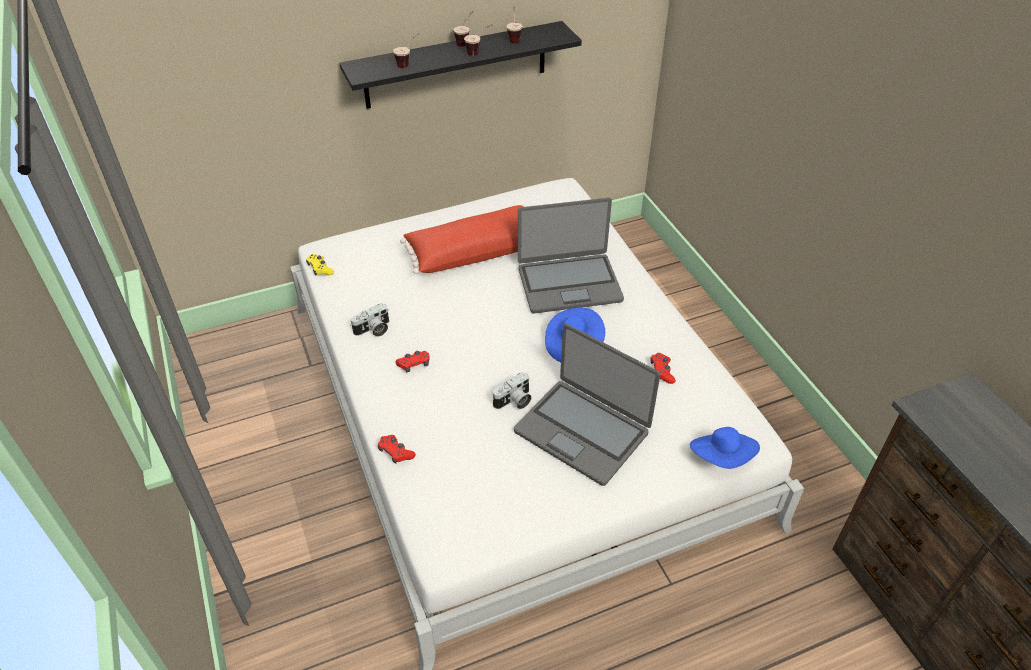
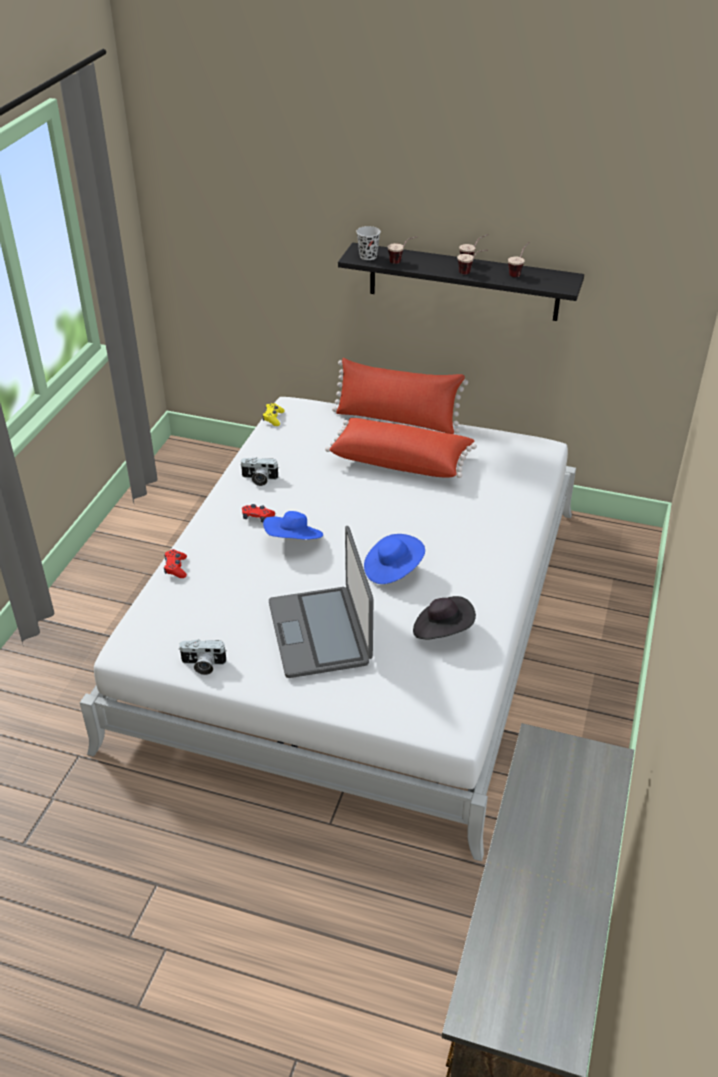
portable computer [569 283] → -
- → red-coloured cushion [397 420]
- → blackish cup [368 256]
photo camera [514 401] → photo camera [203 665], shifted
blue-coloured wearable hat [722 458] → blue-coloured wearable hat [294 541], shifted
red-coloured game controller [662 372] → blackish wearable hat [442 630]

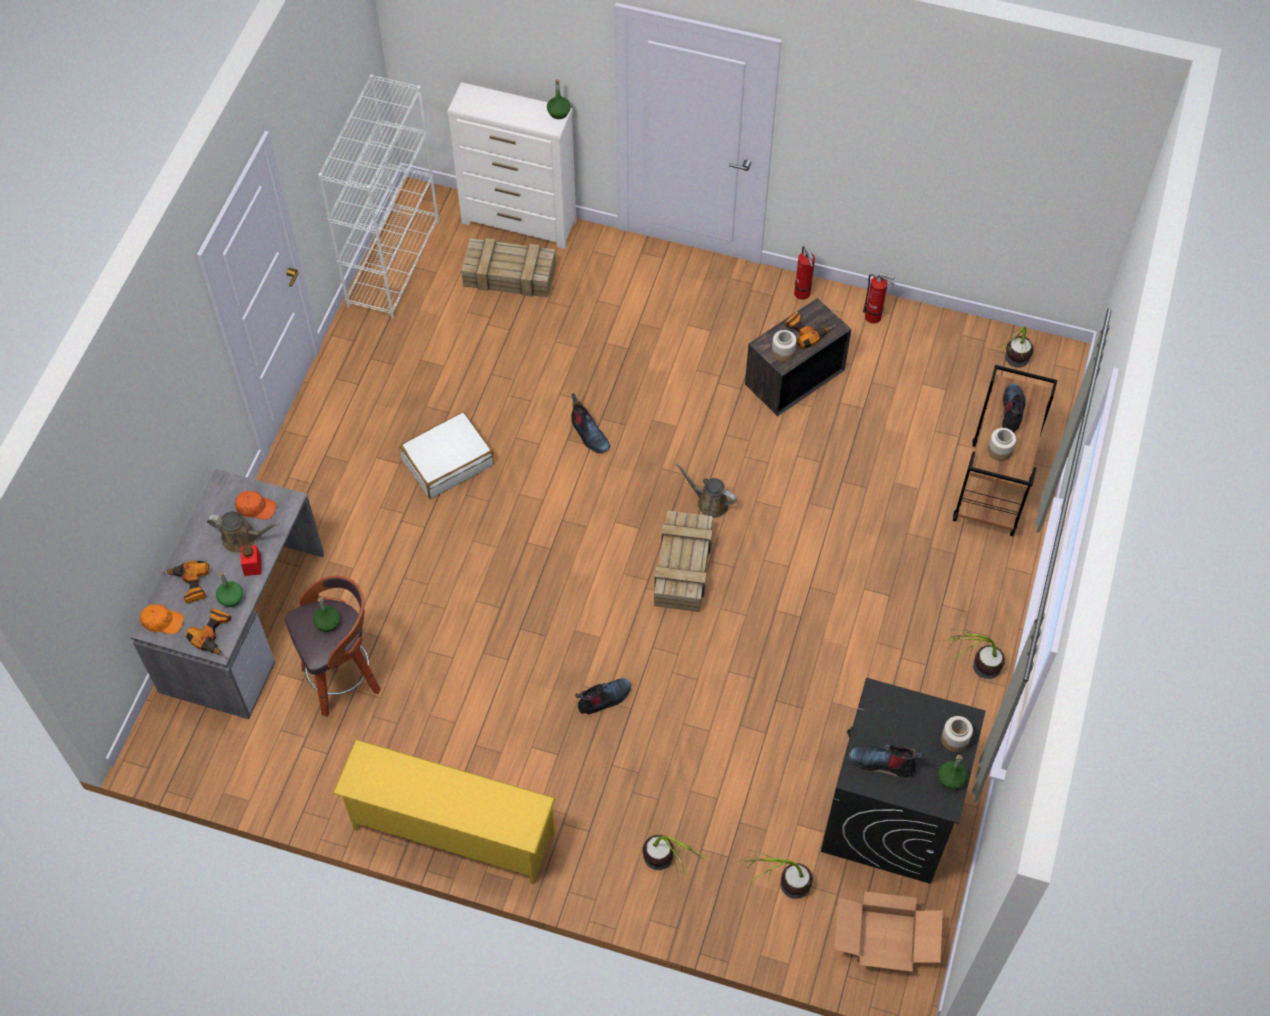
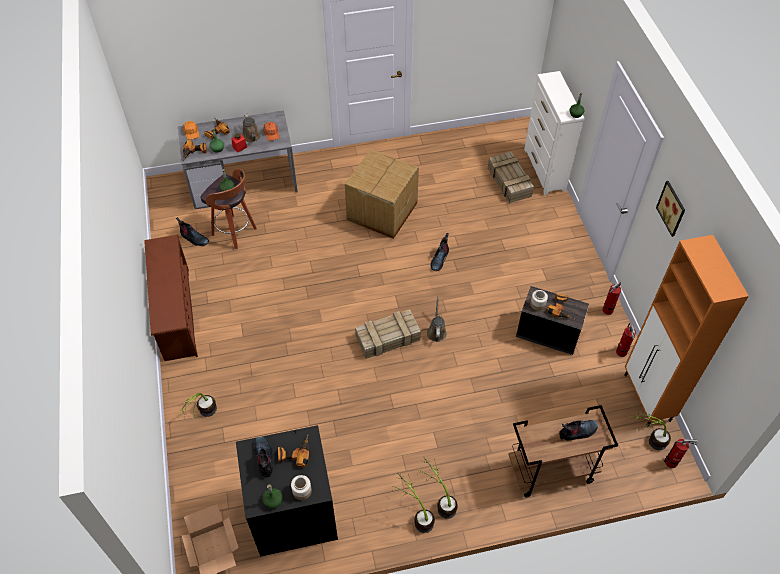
whitish bookshelf [393 262] → -
preserve jar [999 450] → -
- → drill [294 453]
- → orange-coloured storage cabinet [647 398]
- → wall picture [672 208]
- → fire extinguisher [673 462]
boot [604 699] → boot [194 238], shifted
plant in a pot [777 887] → plant in a pot [439 500], shifted
whitish piece of luggage [447 462] → packing box [381 211]
yellow shoe rack [451 832] → brown shoe rack [176 313]

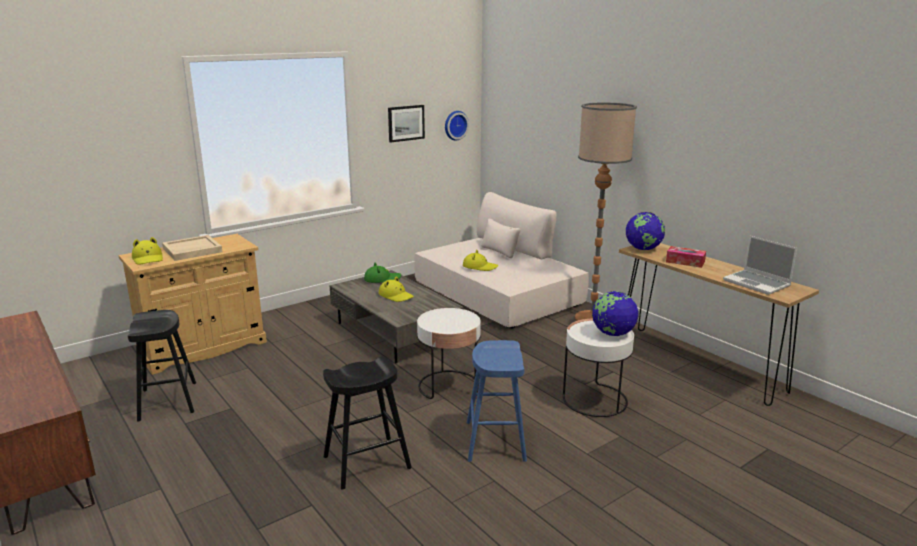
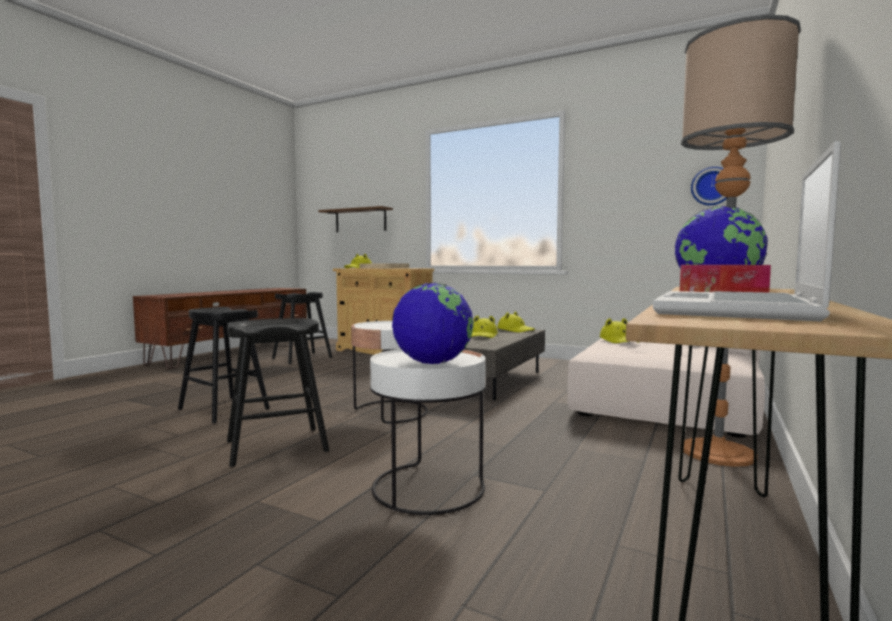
wall picture [406 123] → -
- → brown bracket shelf [360 220]
green-coloured wearable hat [382 279] → yellow wearable hat [515 330]
blue-coloured stool seat [495 441] → blackish stool seat [276 446]

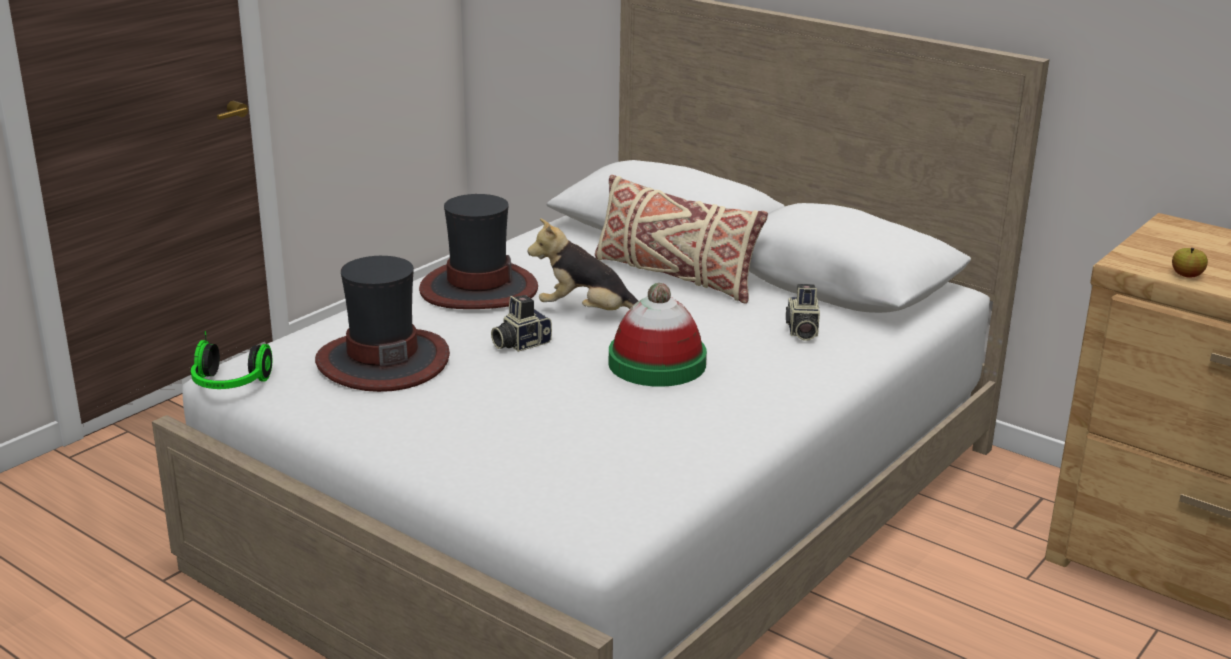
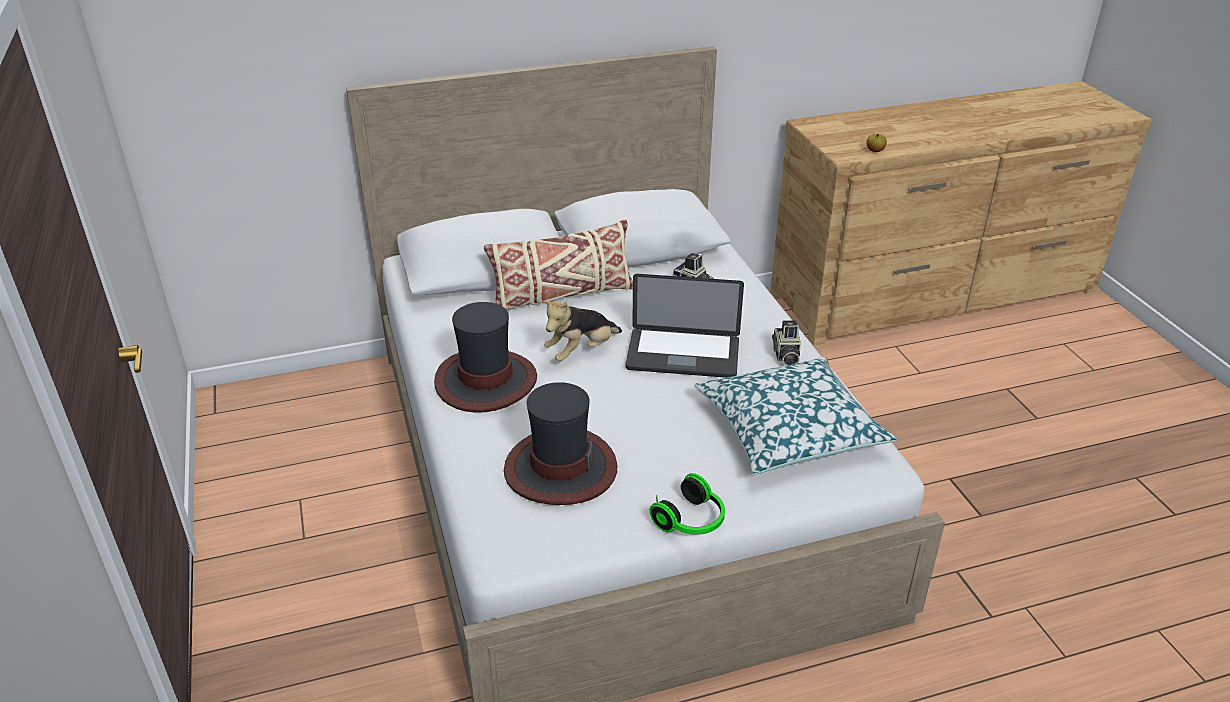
- → cushion [789 429]
pair of headphones [229 385] → pair of headphones [692 521], shifted
photo camera [520 343] → photo camera [785 356], shifted
wearable hat [657 363] → portable computer [683 355]

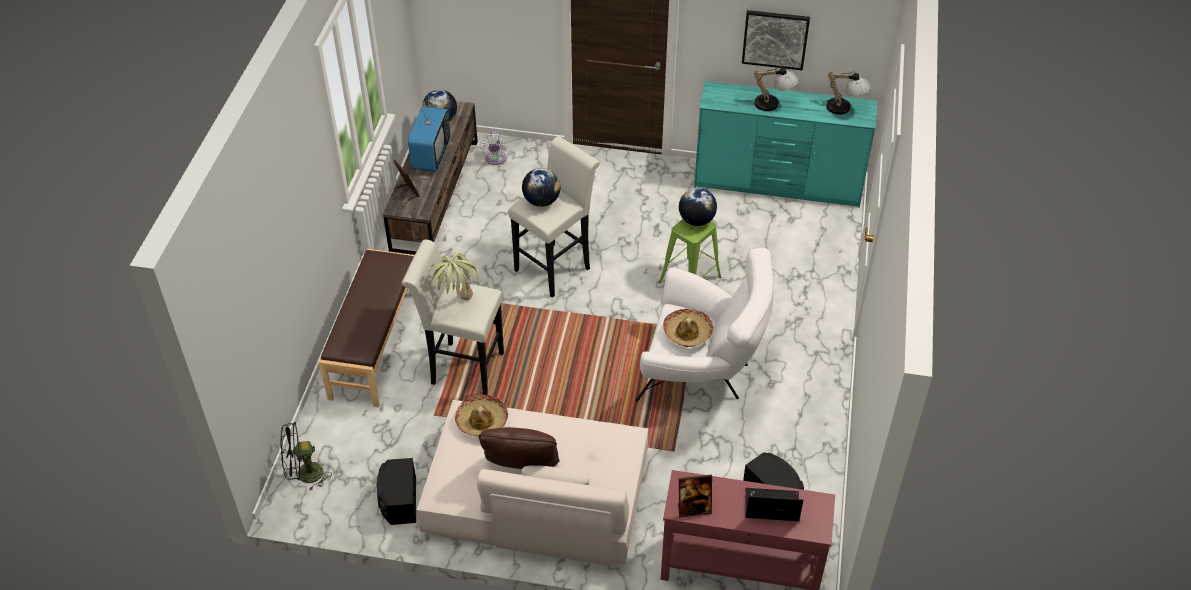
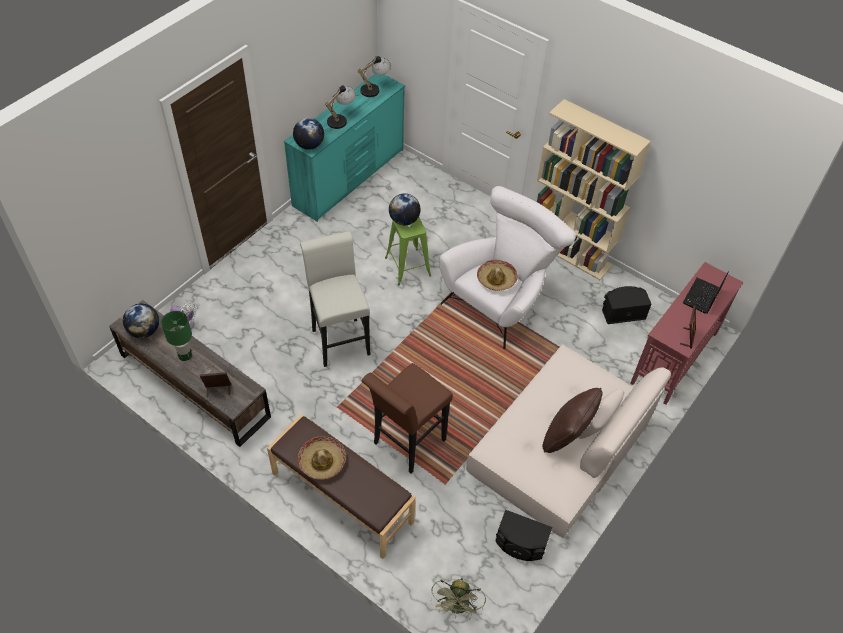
plant in a pot [457 307] → -
wall picture [775 39] → -
- → beige bookshelf [569 252]
wearable hat [482 420] → wearable hat [322 461], shifted
desk globe [541 201] → desk globe [309 145], shifted
TV [431 155] → green-coloured table lamp [184 355]
blackish fan [304 475] → green-coloured fan [457 608]
whitish stool seat [461 367] → brown stool seat [406 445]

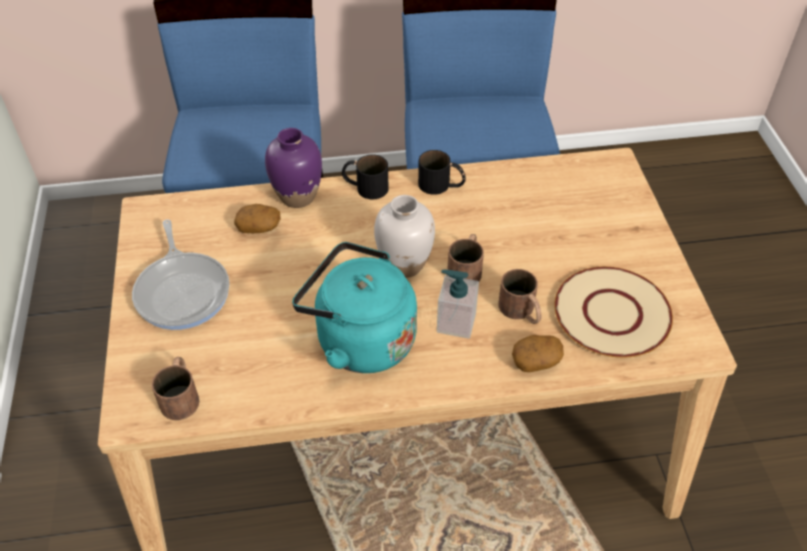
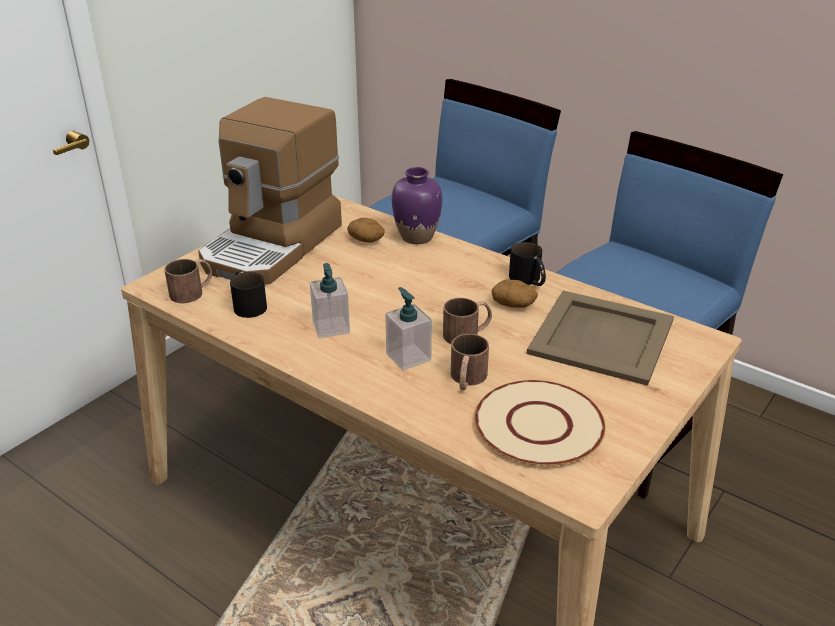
whitish decorative vase [404 264] → -
- → beige carrying tray [601 336]
blackish tea mug [365 187] → blackish tea mug [247 304], shifted
potato [536 360] → potato [514 304], shifted
pan [183 291] → coffee machine [273 246]
turquoise tea kettle [360 340] → soap bottle [331 327]

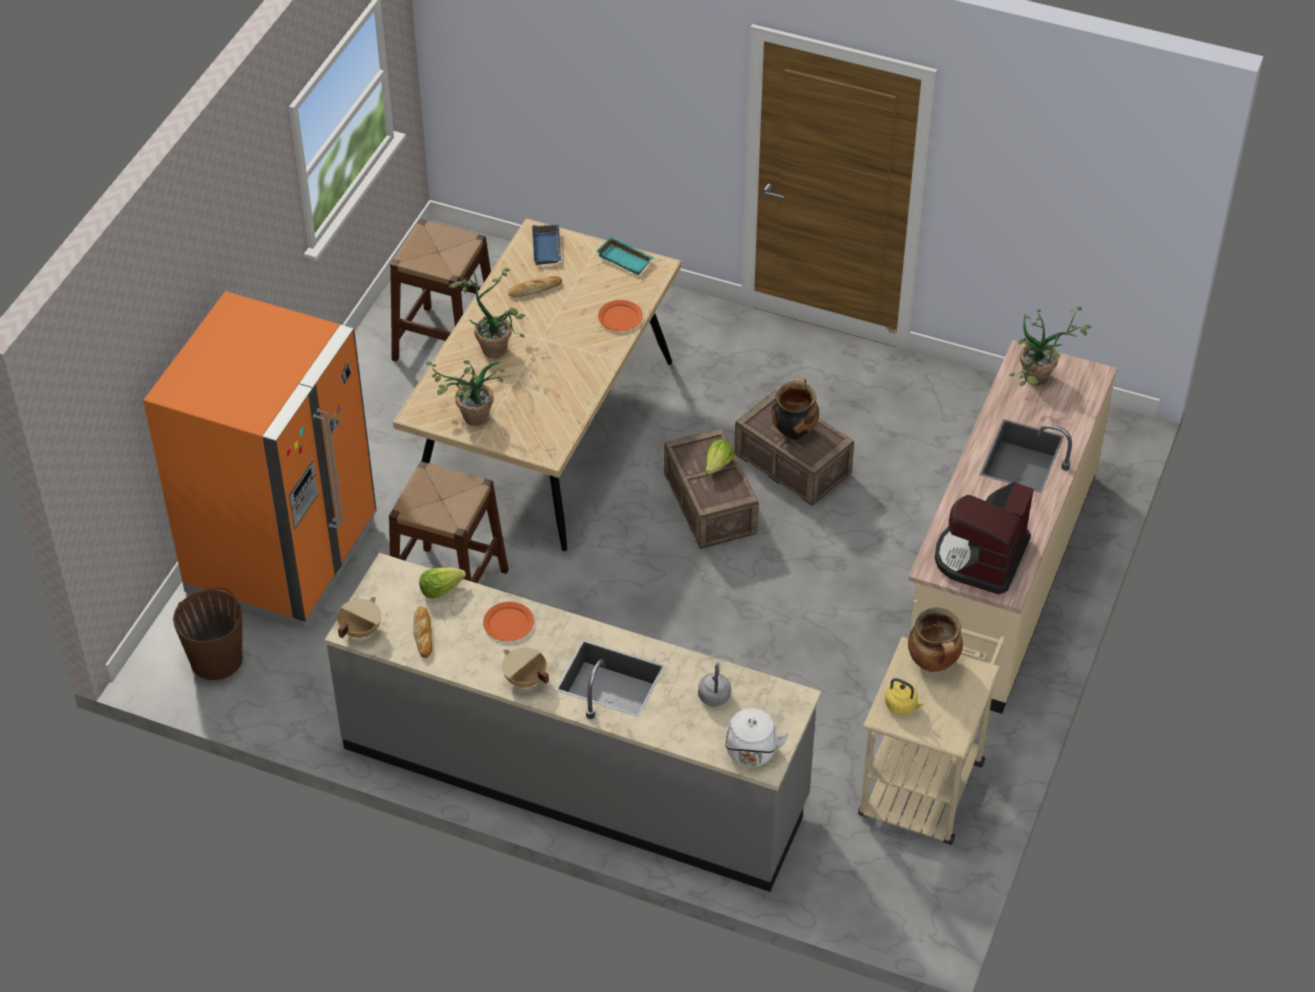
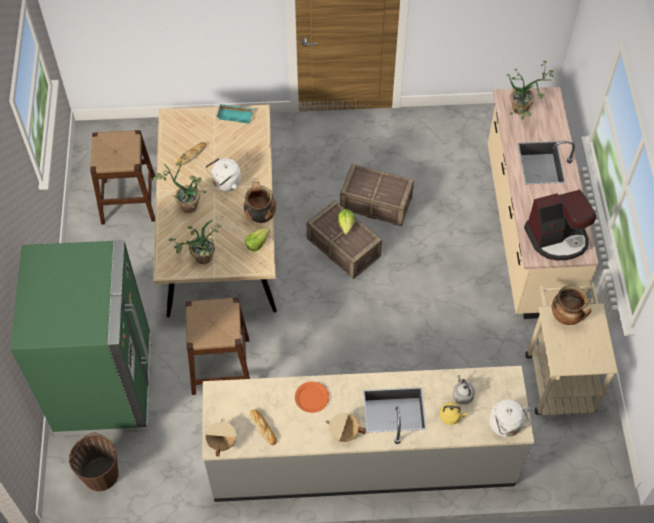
blue-coloured carrying tray [548 248] → -
orange-coloured plate [620 317] → -
- → whitish tea kettle [225 183]
lettuce head [440 588] → lettuce head [257 243], shifted
saucepot [794 430] → saucepot [260 215], shifted
yellow tea kettle [902 706] → yellow tea kettle [451 416], shifted
orange-coloured refrigerator [282 556] → green-coloured refrigerator [104 385]
coffee machine [981 557] → coffee machine [557 238], 105 degrees counterclockwise

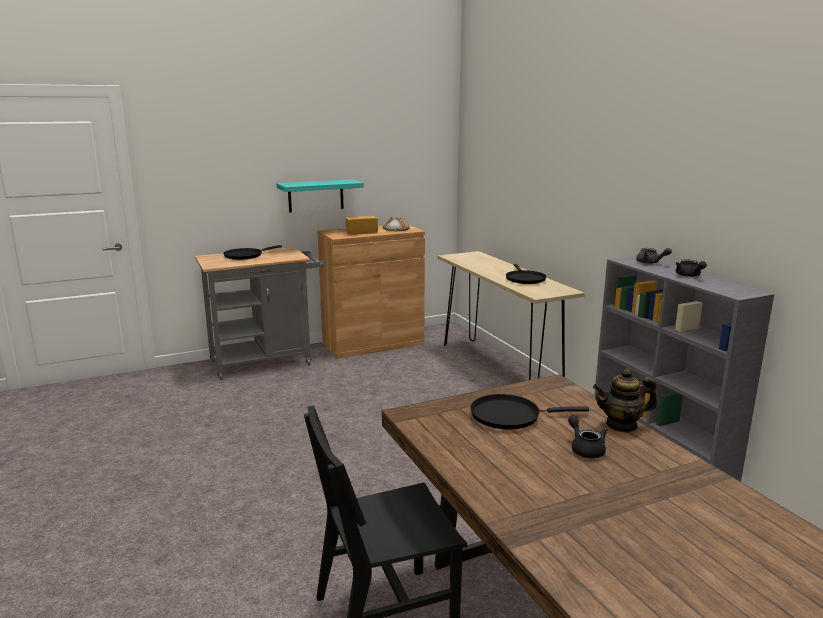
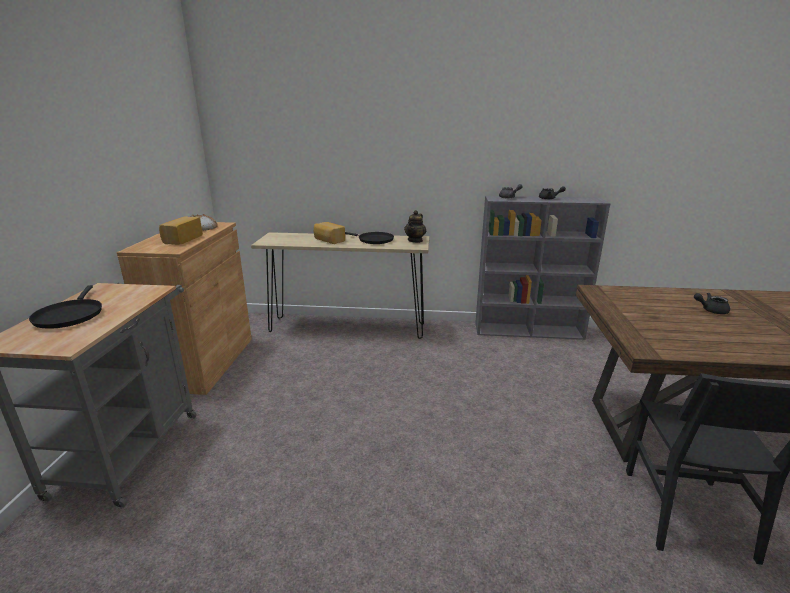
turquoise bracket shelf [316 195] → -
blackish pan [510 416] → -
- → bread [328 240]
teapot [622 425] → teapot [415 240], shifted

